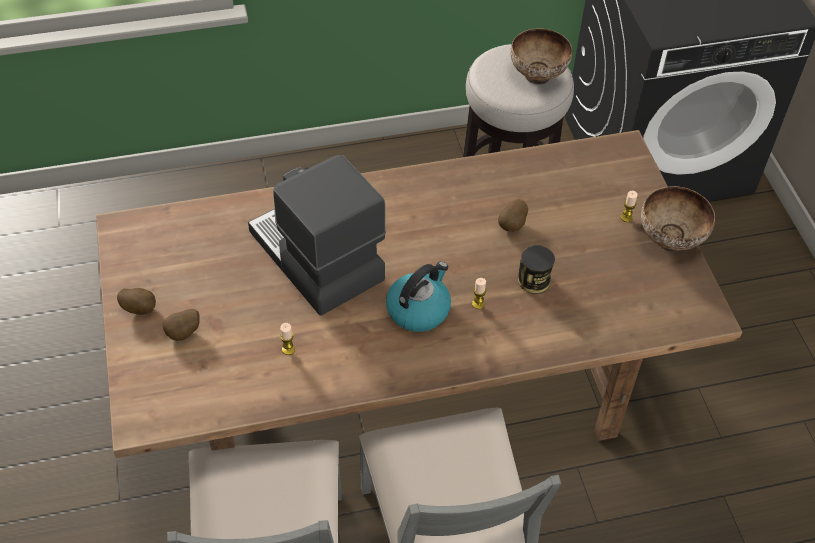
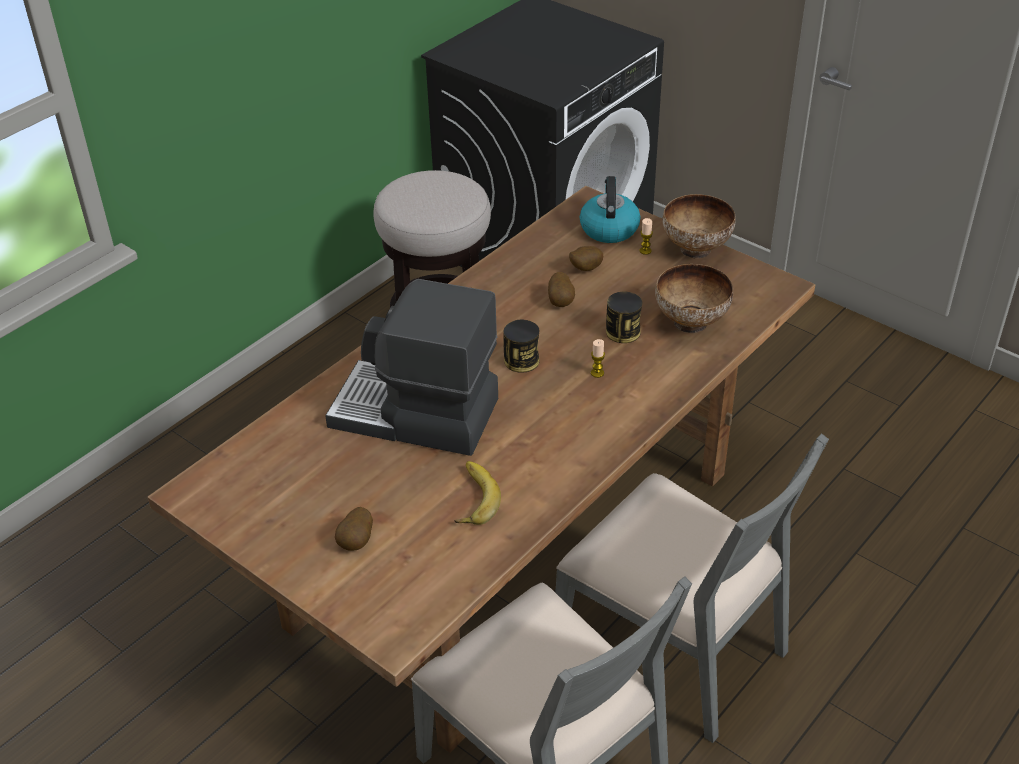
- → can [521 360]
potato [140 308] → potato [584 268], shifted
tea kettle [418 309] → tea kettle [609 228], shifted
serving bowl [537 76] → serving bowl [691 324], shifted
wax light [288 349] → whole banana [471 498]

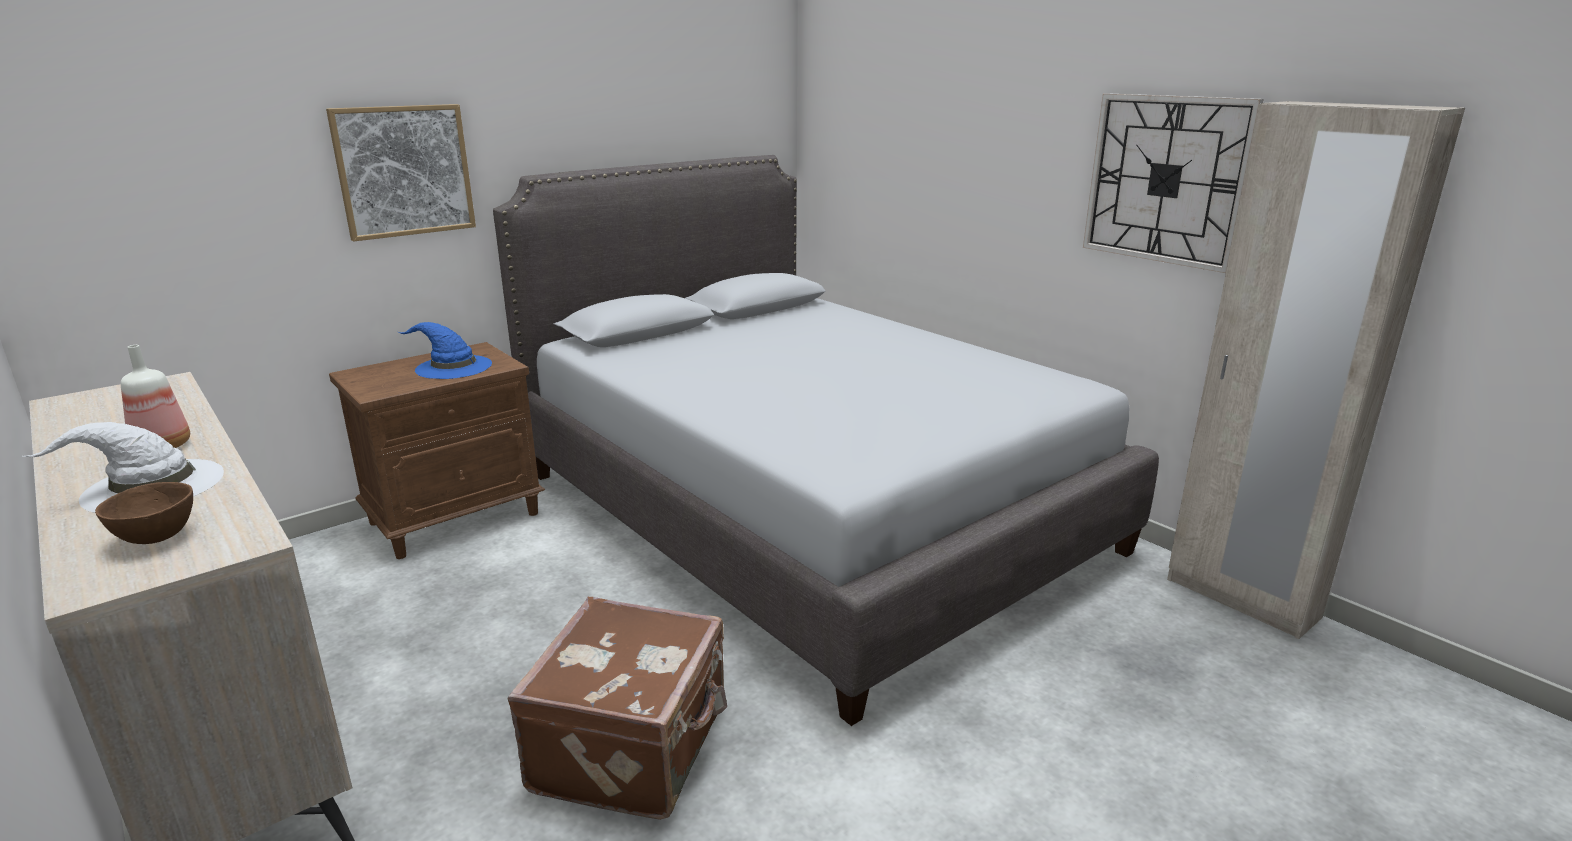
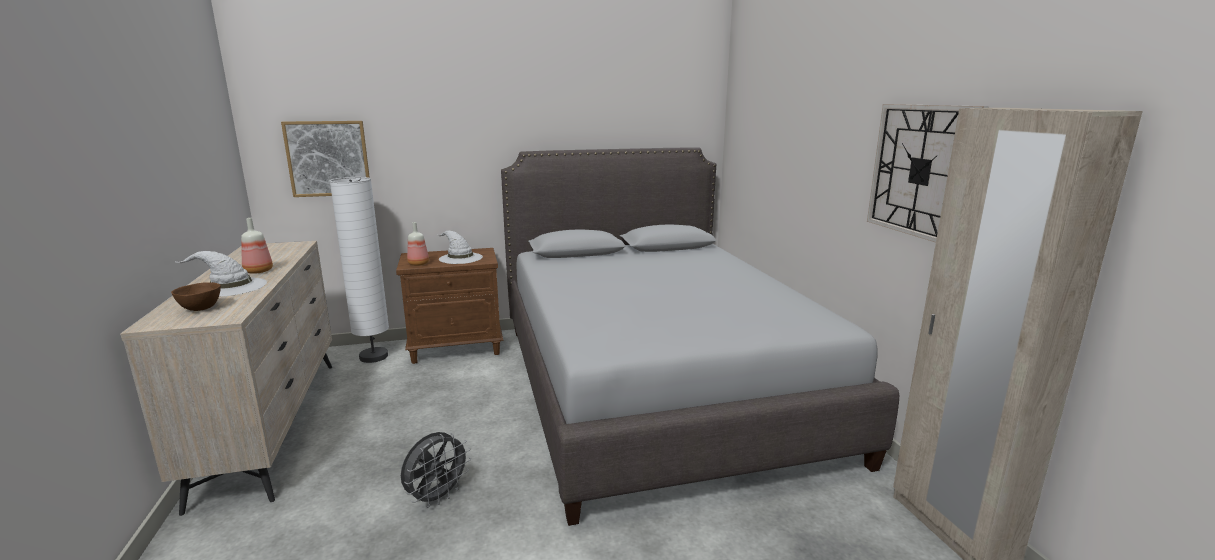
- → whitish standing lamp [373 357]
- → drink bottle [418 264]
wall picture [404 171] → wall picture [328 158], shifted
brown piece of luggage [634 748] → gray fan [437 497]
blue-coloured wearable hat [452 367] → whitish wearable hat [460 258]

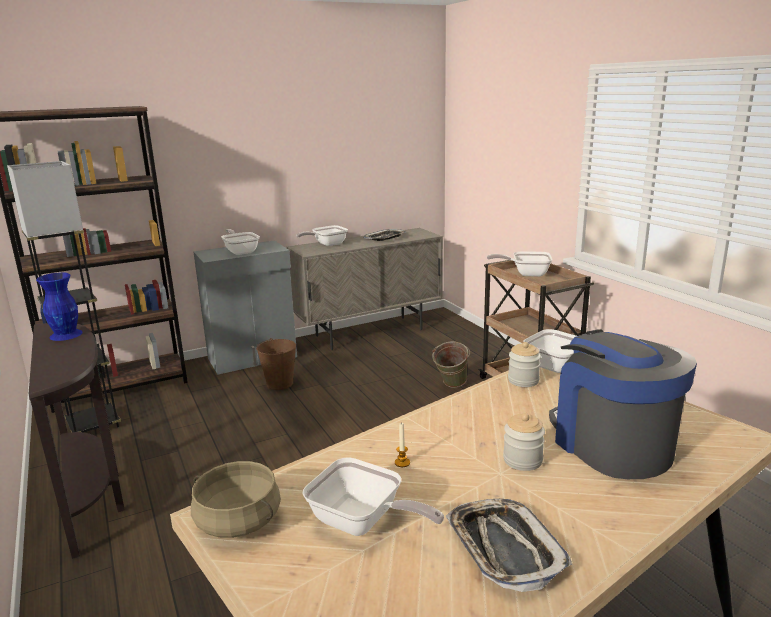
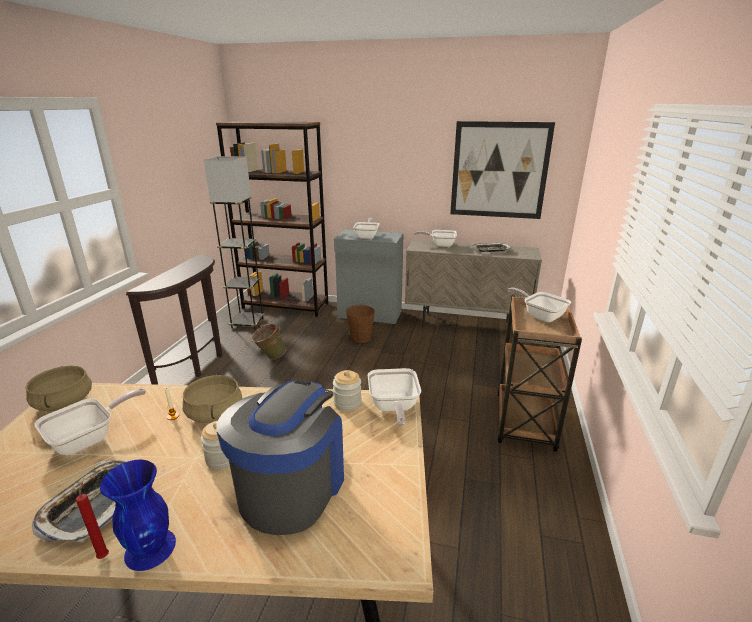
- → red-coloured wax light [104 555]
- → beige saucepot [215 413]
- → wall picture [499 171]
blue-coloured decorative vase [66 334] → blue-coloured decorative vase [151 549], shifted
green-coloured water bucket [451 386] → green-coloured water bucket [269 357], shifted
pan [363 523] → pan [89 438], 120 degrees counterclockwise

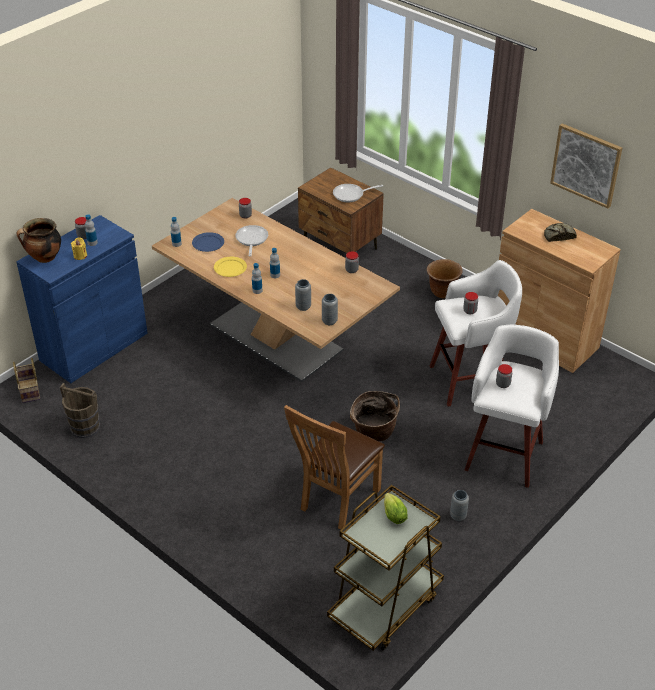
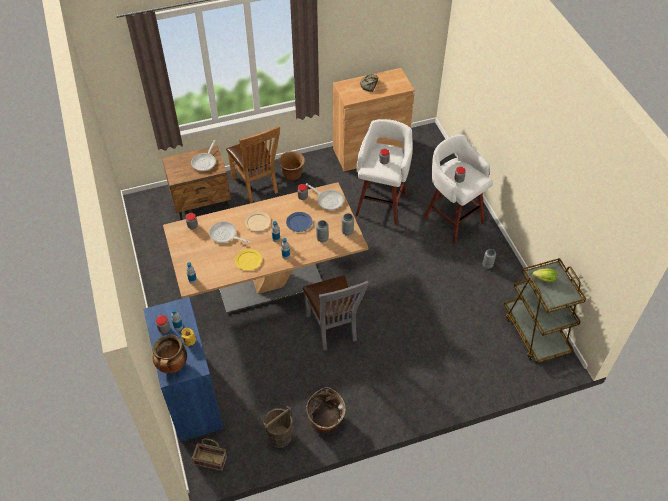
wall picture [586 165] → -
- → beige plate [258 222]
- → gray chair [333 329]
- → pan [328 200]
blue-coloured plate [208 244] → blue-coloured plate [299 223], shifted
brown chair [336 501] → brown chair [256 186], shifted
storage basket [373 433] → storage basket [326 421], shifted

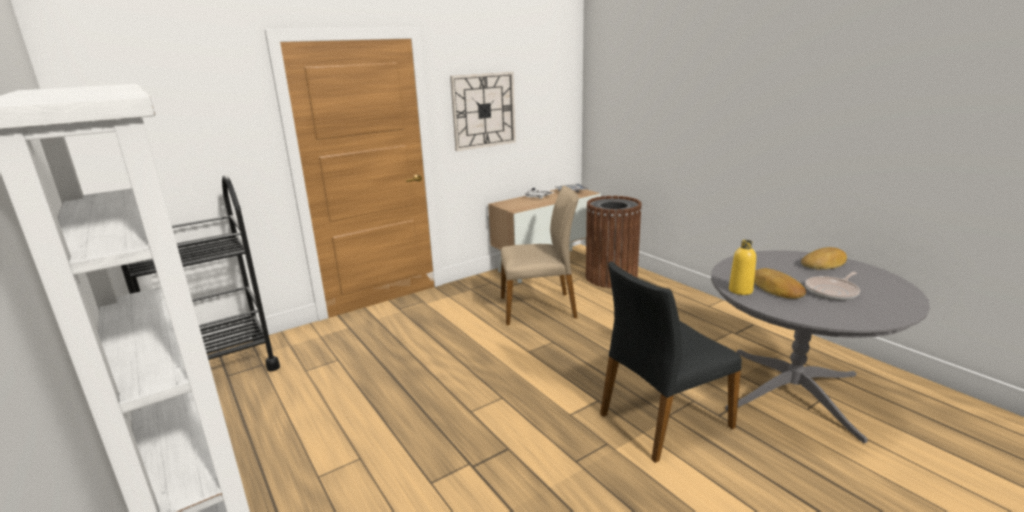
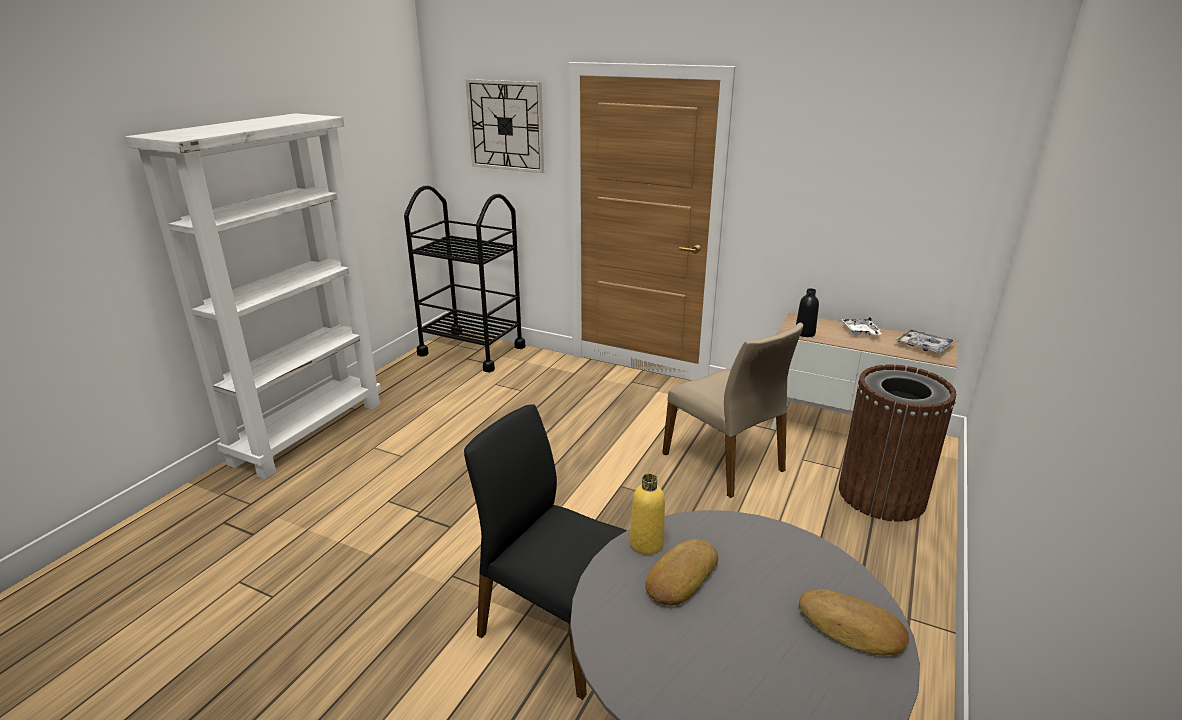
pan [832 291] → -
- → blackish drink bottle [804 333]
clock on the wall [483 110] → clock on the wall [506 126], shifted

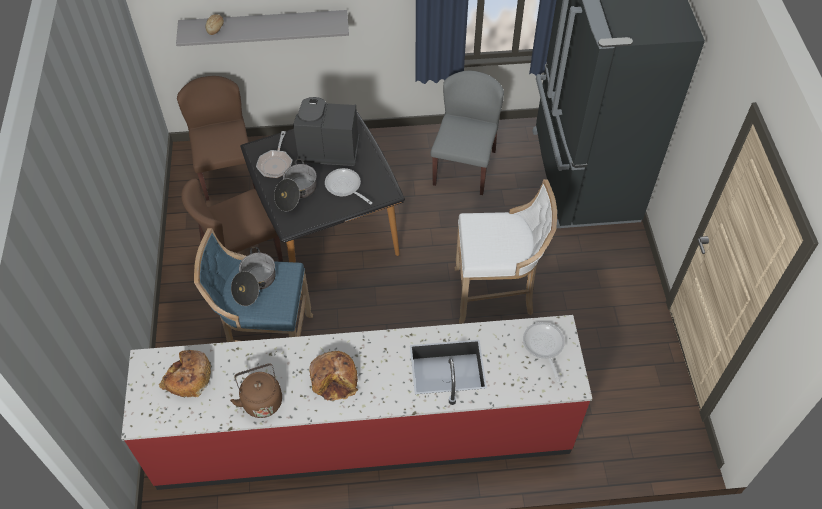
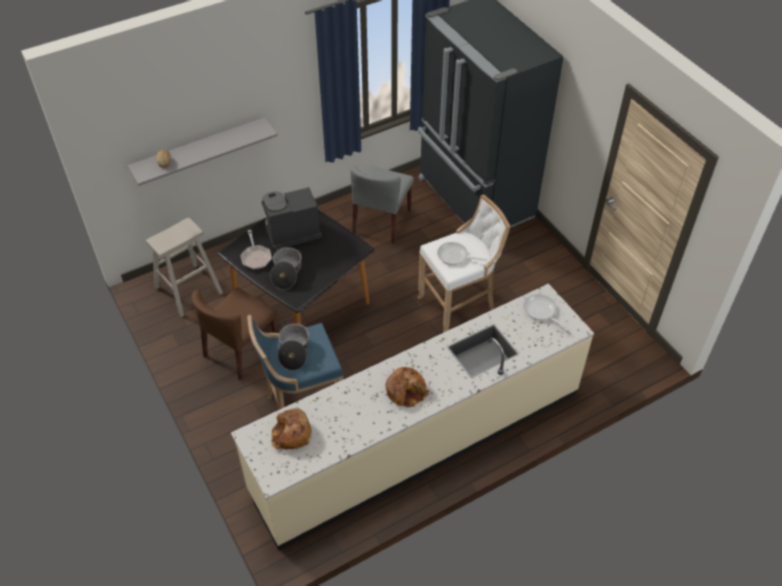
brown tea kettle [261 399] → -
pan [345 187] → pan [455 256], shifted
brown chair [227 172] → beige stool seat [188 289]
red-coloured kitchen base unit [363 432] → beige kitchen base unit [417 440]
gray chair [464 167] → gray chair [382 221], 150 degrees counterclockwise

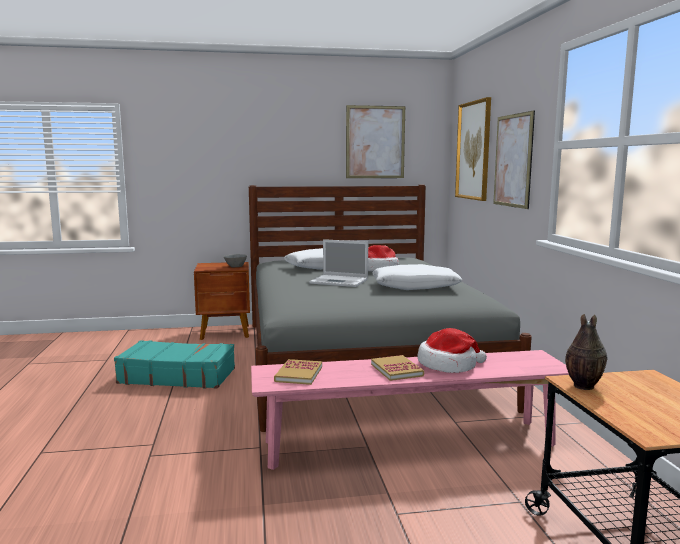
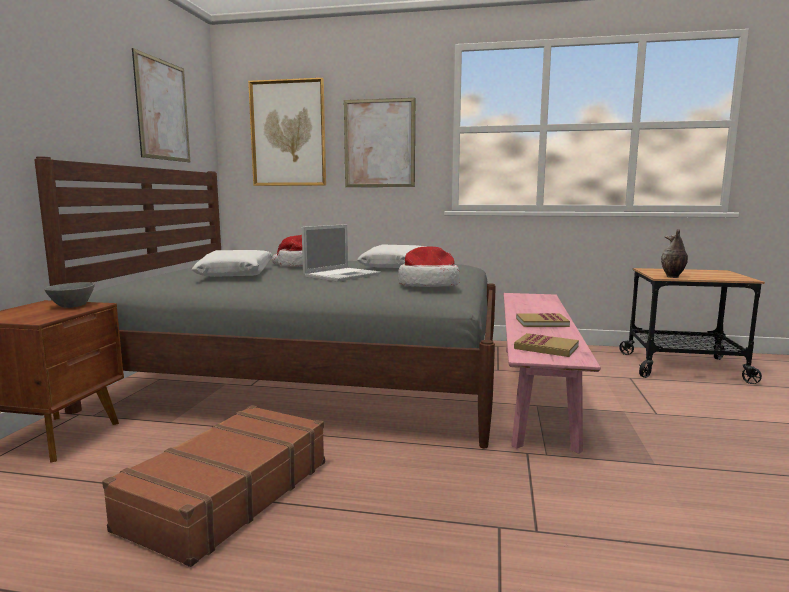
wearable hat [448 365] → wearable hat [428 285], shifted
turquoise piece of luggage [177 376] → brown piece of luggage [227 494]

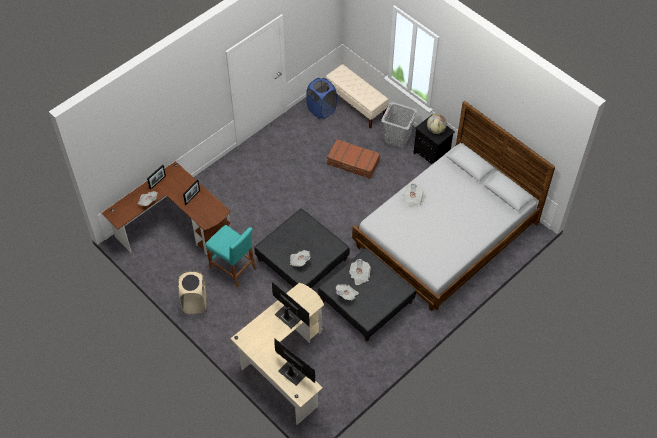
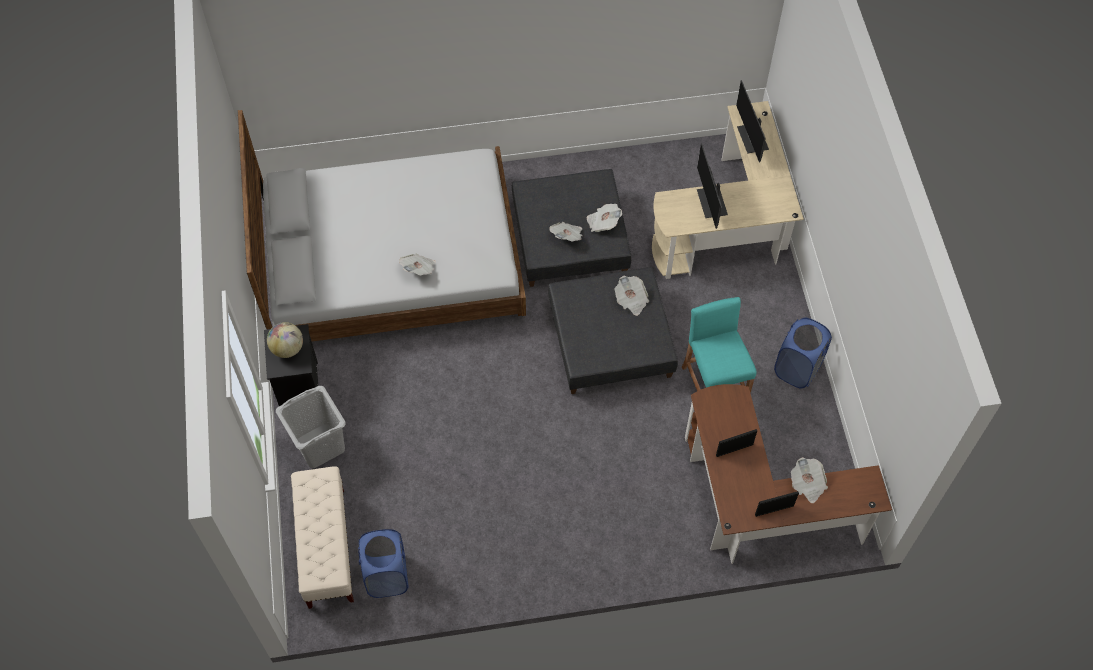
brown piece of luggage [353 163] → -
beige hamper [194 303] → blue-coloured hamper [797 368]

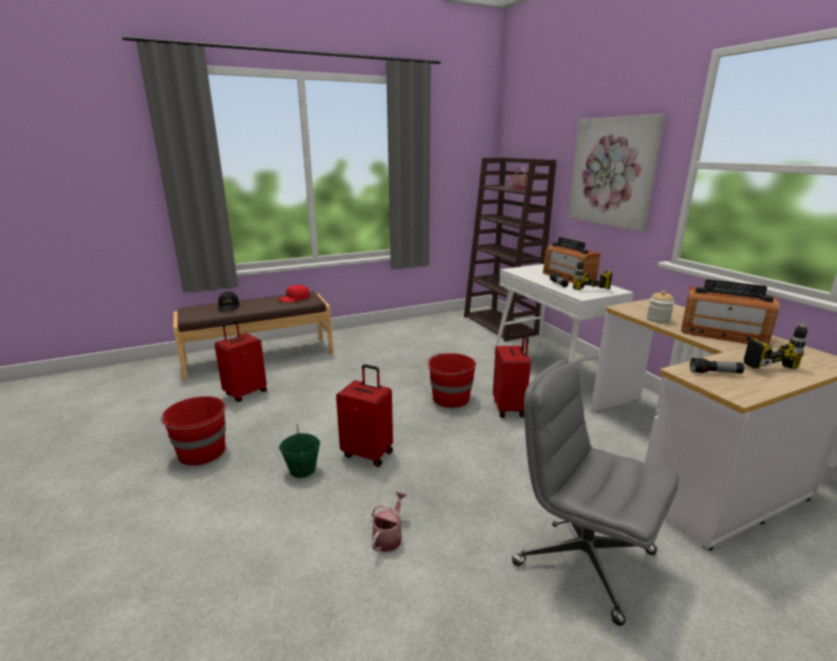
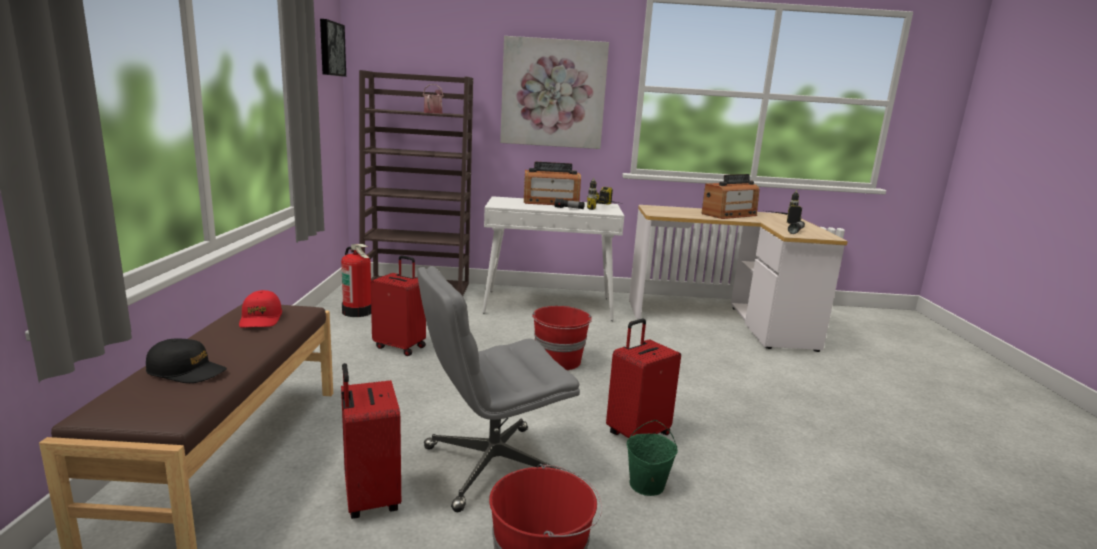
watering can [389 536] → -
preserve jar [658 319] → -
- → wall picture [330 48]
- → fire extinguisher [358 312]
red-coloured piece of luggage [509 408] → red-coloured piece of luggage [400 347], shifted
gray computer chair [582 557] → gray computer chair [491 467], shifted

